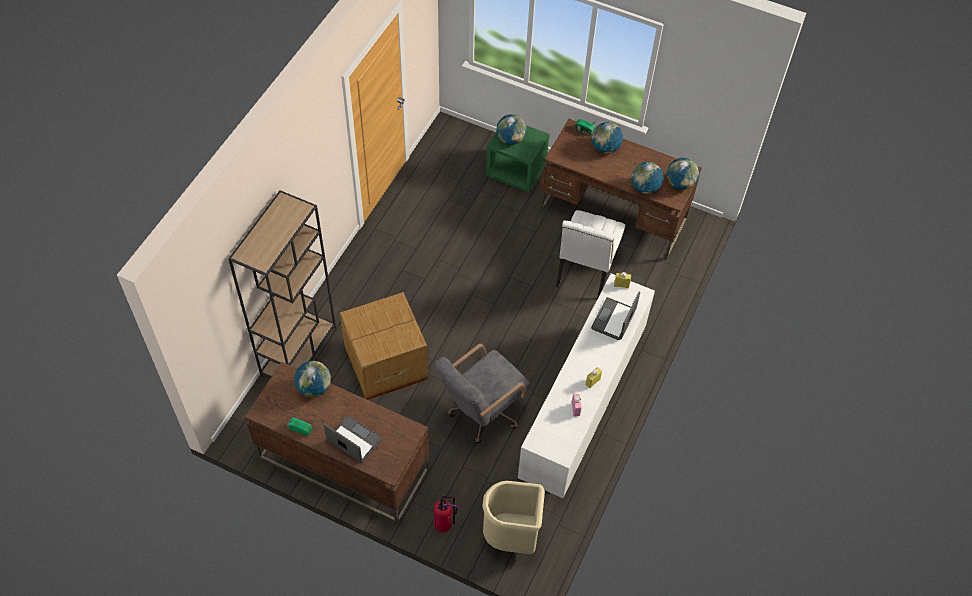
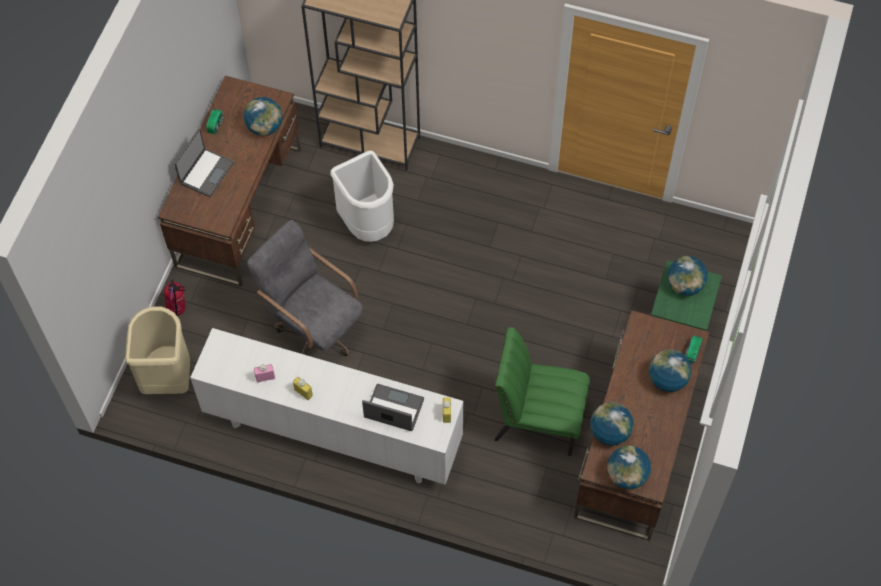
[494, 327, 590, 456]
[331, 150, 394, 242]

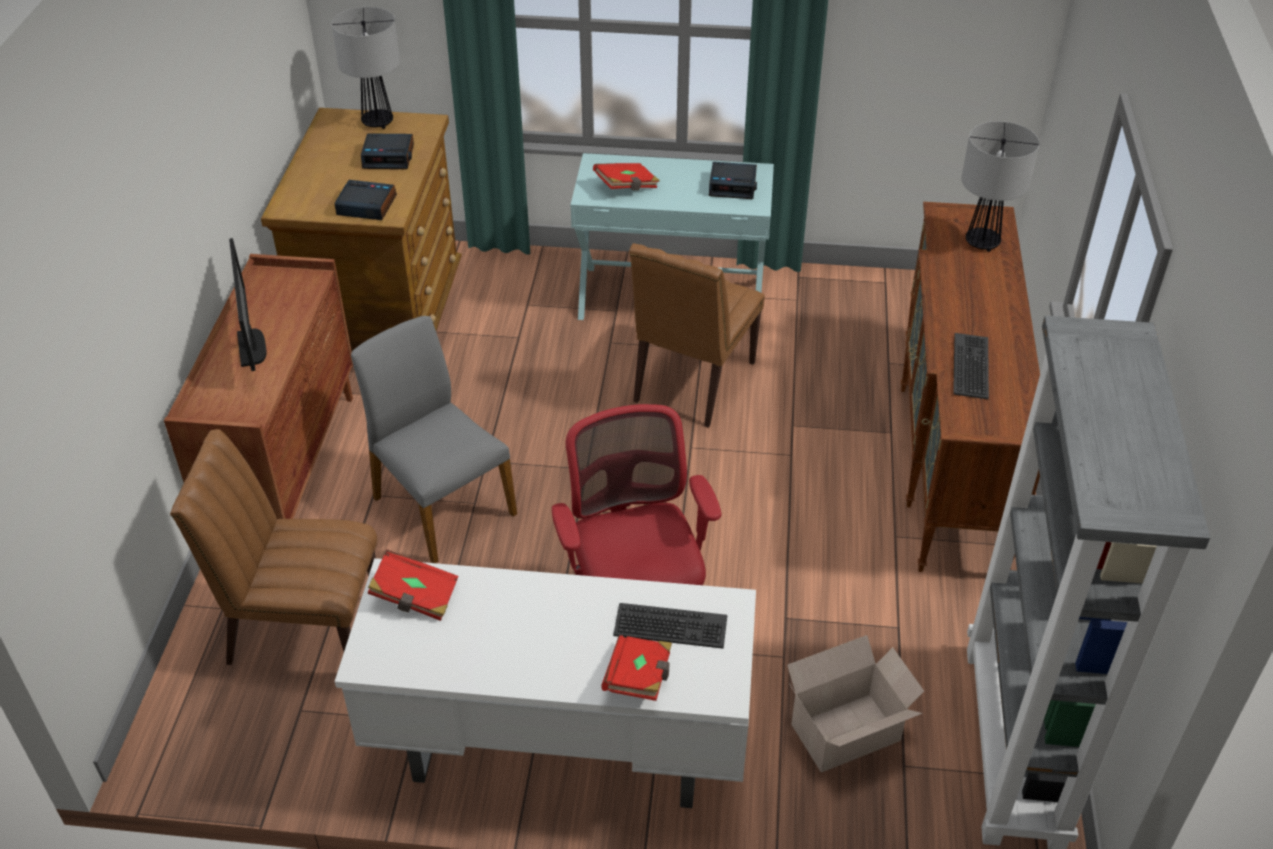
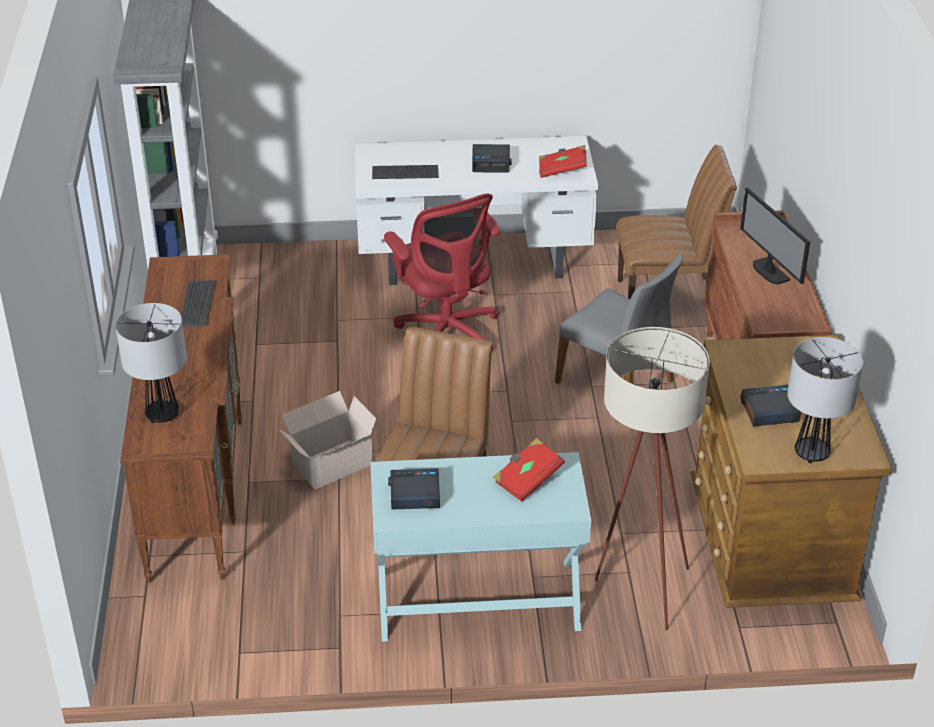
[472, 144, 512, 173]
[601, 635, 672, 701] (first image)
[279, 391, 378, 489]
[595, 327, 710, 630]

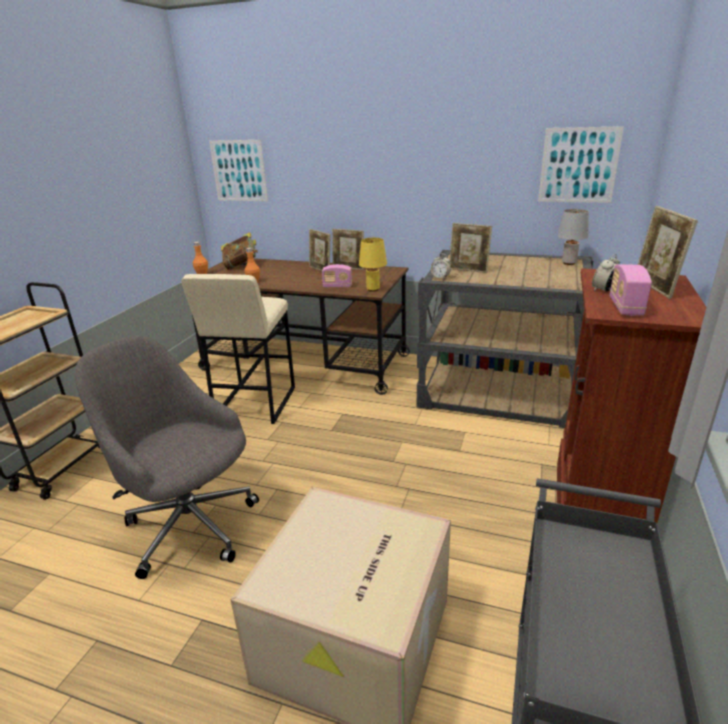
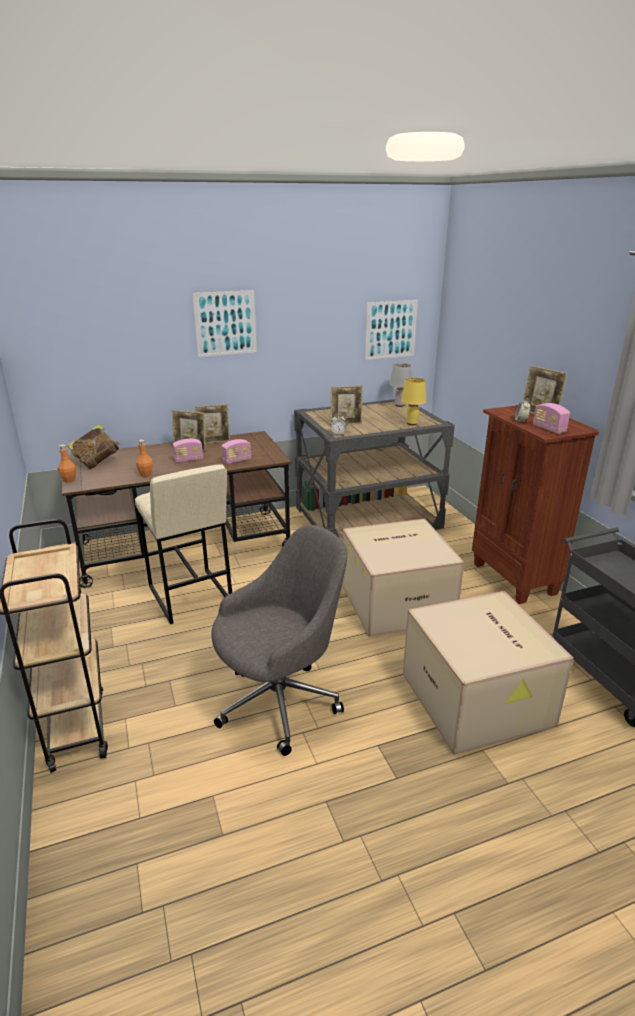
[192, 290, 257, 357]
[401, 378, 426, 425]
[211, 525, 347, 756]
[173, 439, 203, 462]
[342, 519, 464, 637]

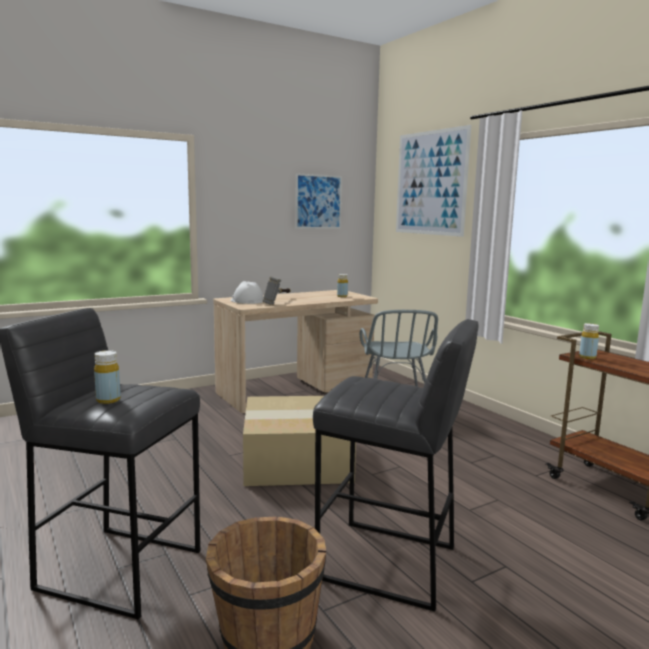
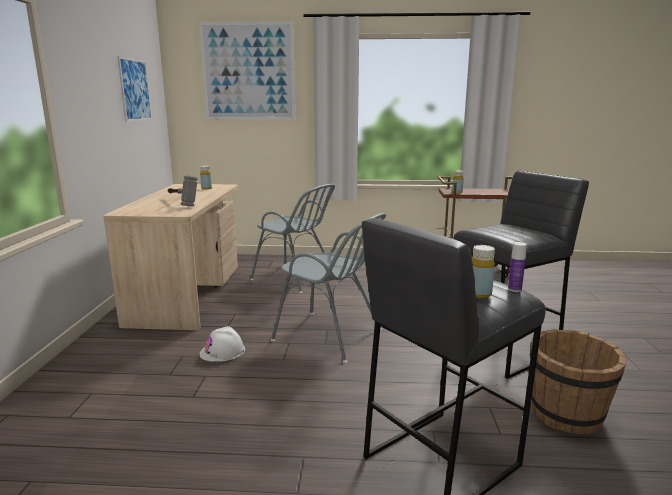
[200, 326, 245, 362]
[270, 213, 386, 363]
[508, 242, 527, 292]

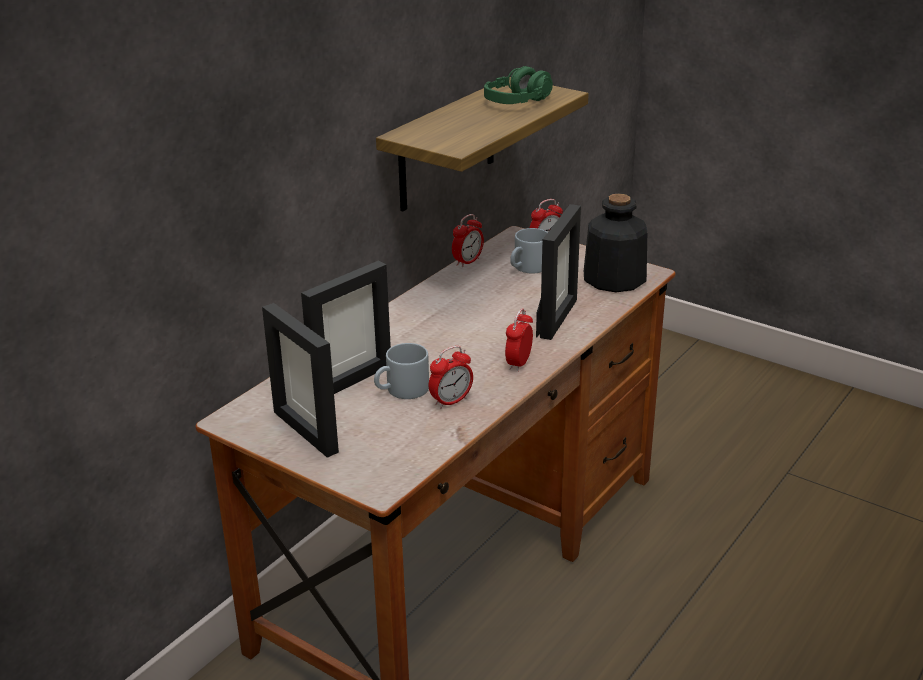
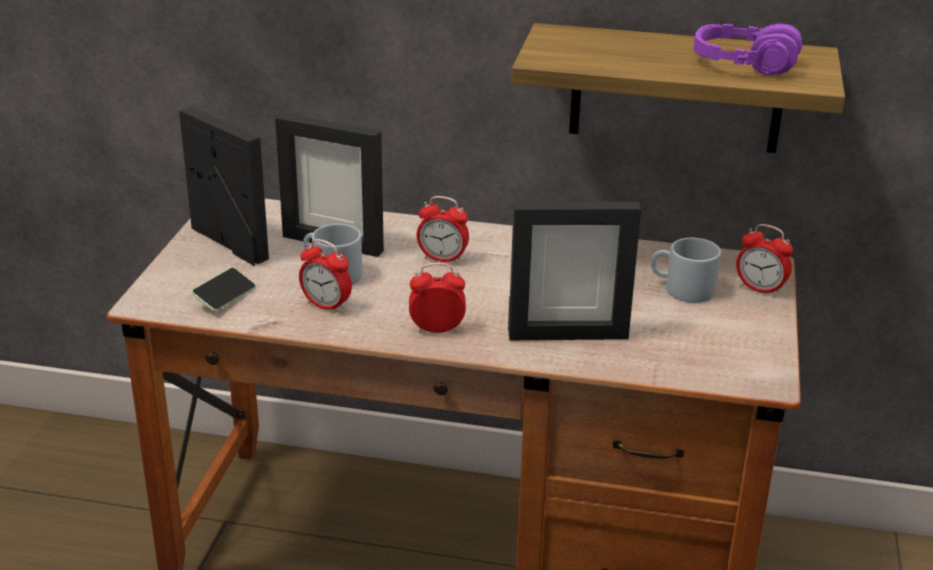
[694, 23, 802, 75]
[584, 194, 647, 292] (first image)
[417, 196, 469, 264]
[179, 107, 269, 266]
[191, 267, 256, 311]

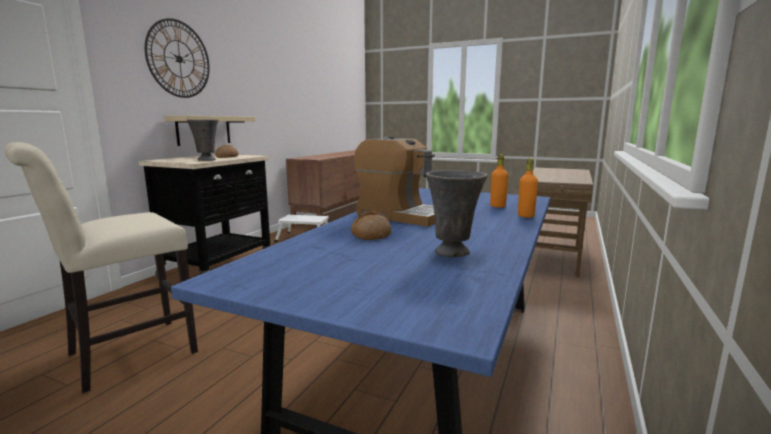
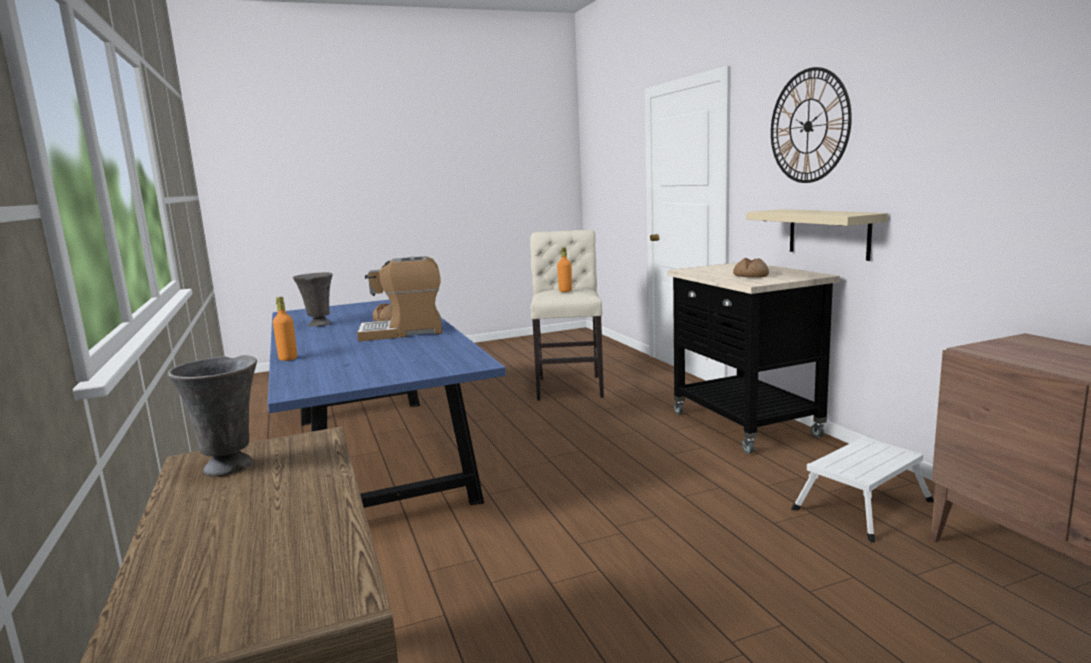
[168, 355, 257, 476]
[557, 247, 572, 292]

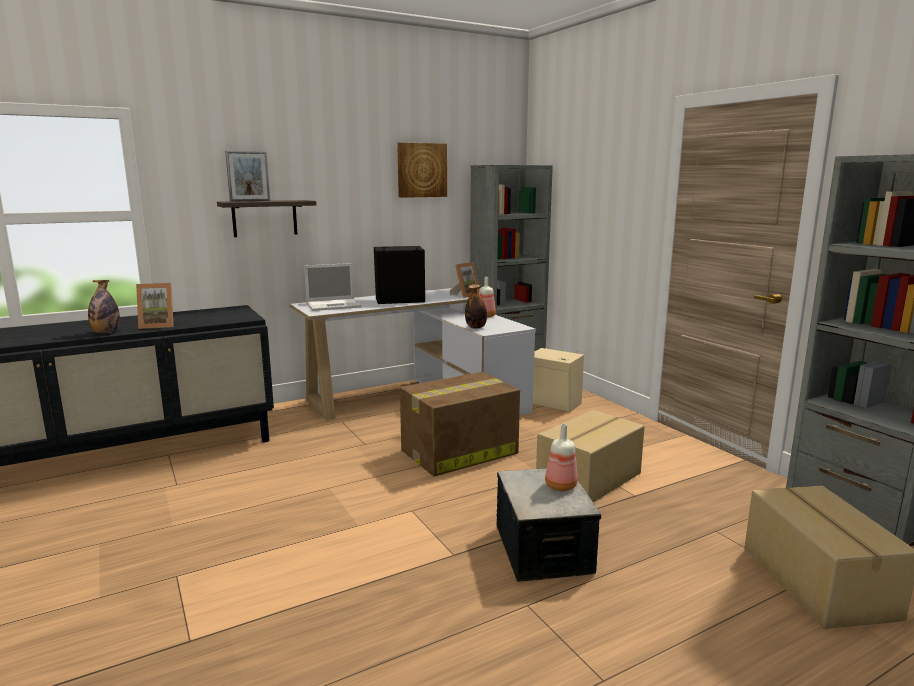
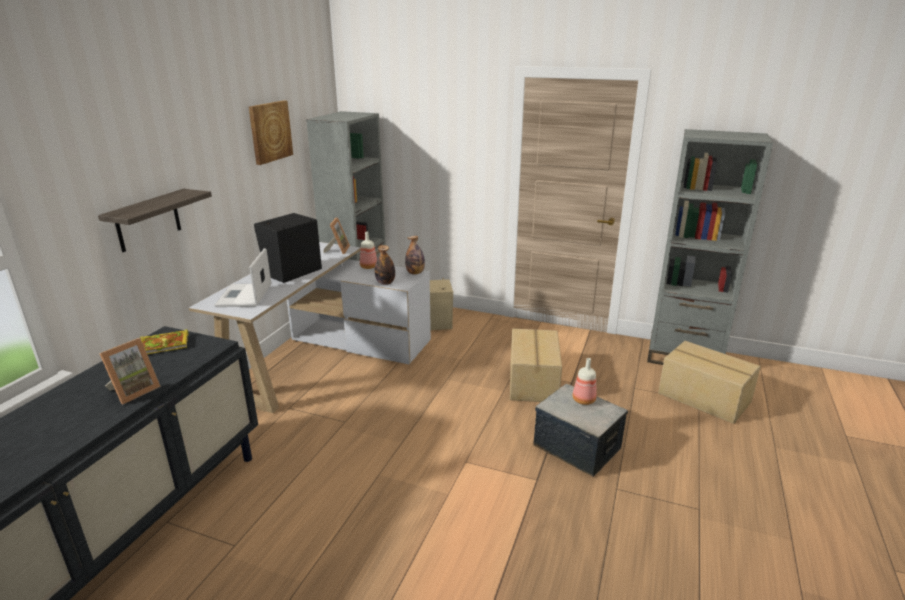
[225, 151, 270, 202] (first image)
[214, 248, 271, 307]
[405, 236, 425, 275]
[400, 372, 520, 476] (first image)
[140, 329, 188, 354]

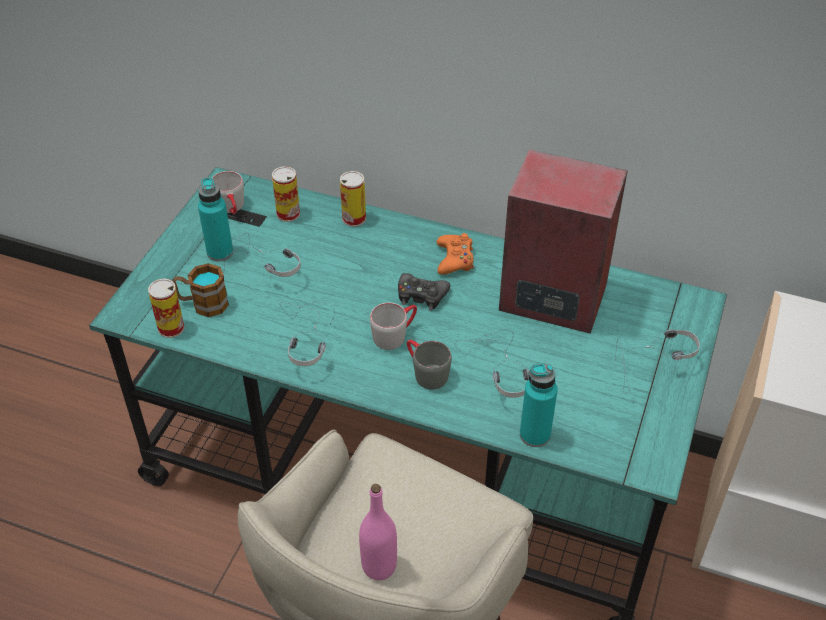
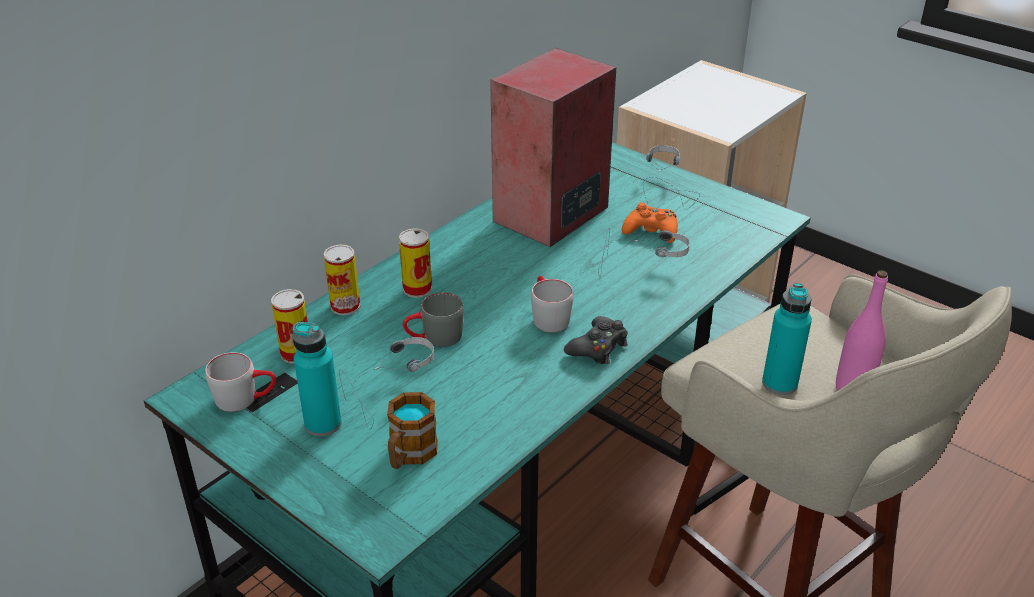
[622, 202, 678, 243]
[564, 316, 628, 364]
[399, 228, 432, 298]
[280, 302, 335, 366] (first image)
[403, 292, 464, 347]
[762, 283, 812, 395]

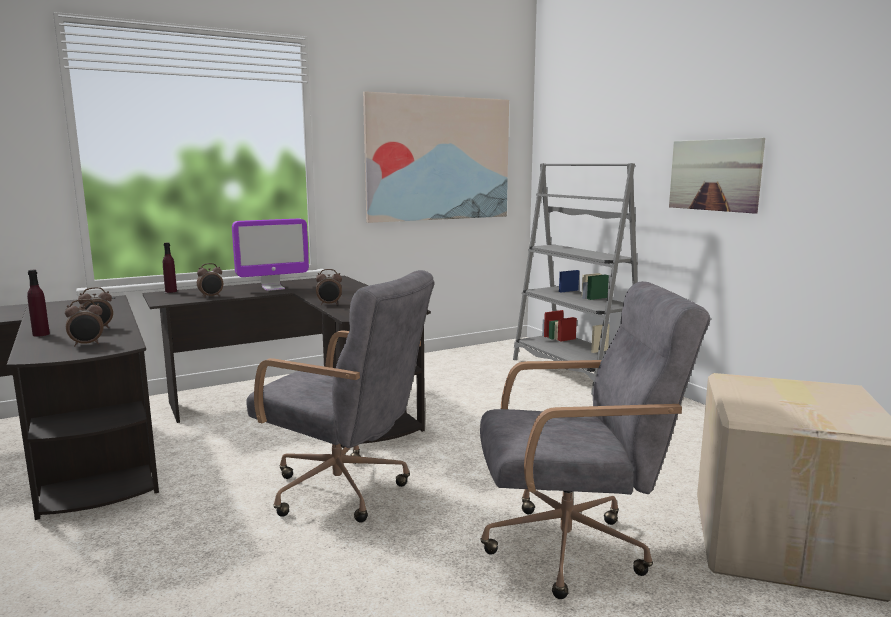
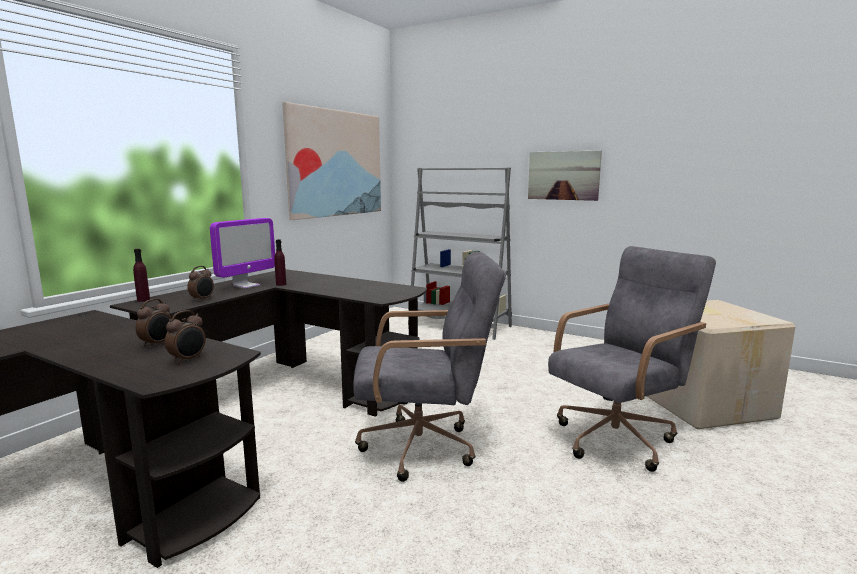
[316, 269, 342, 305] (first image)
[274, 239, 286, 286]

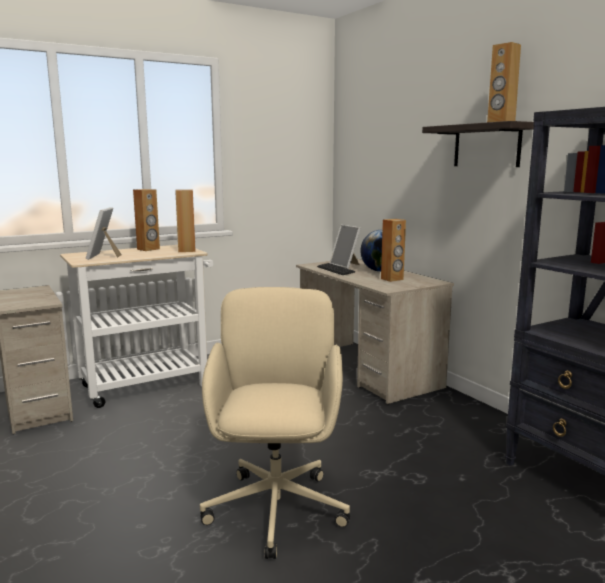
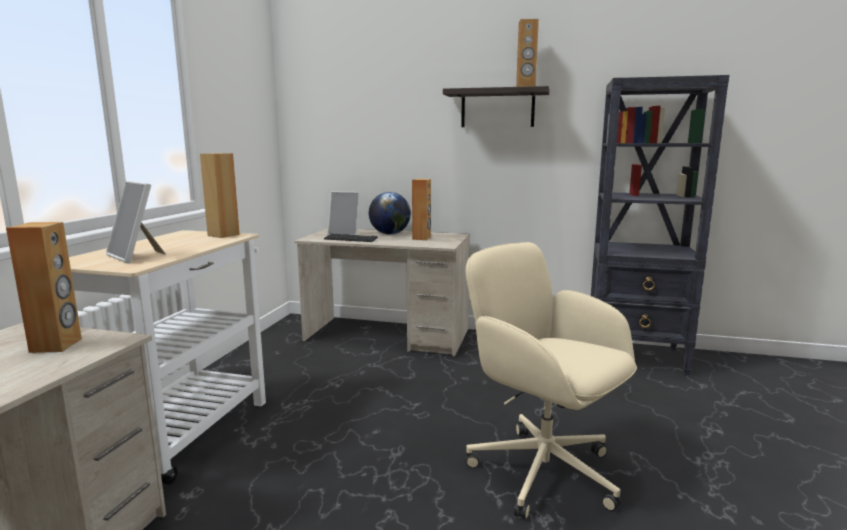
[6, 222, 82, 353]

